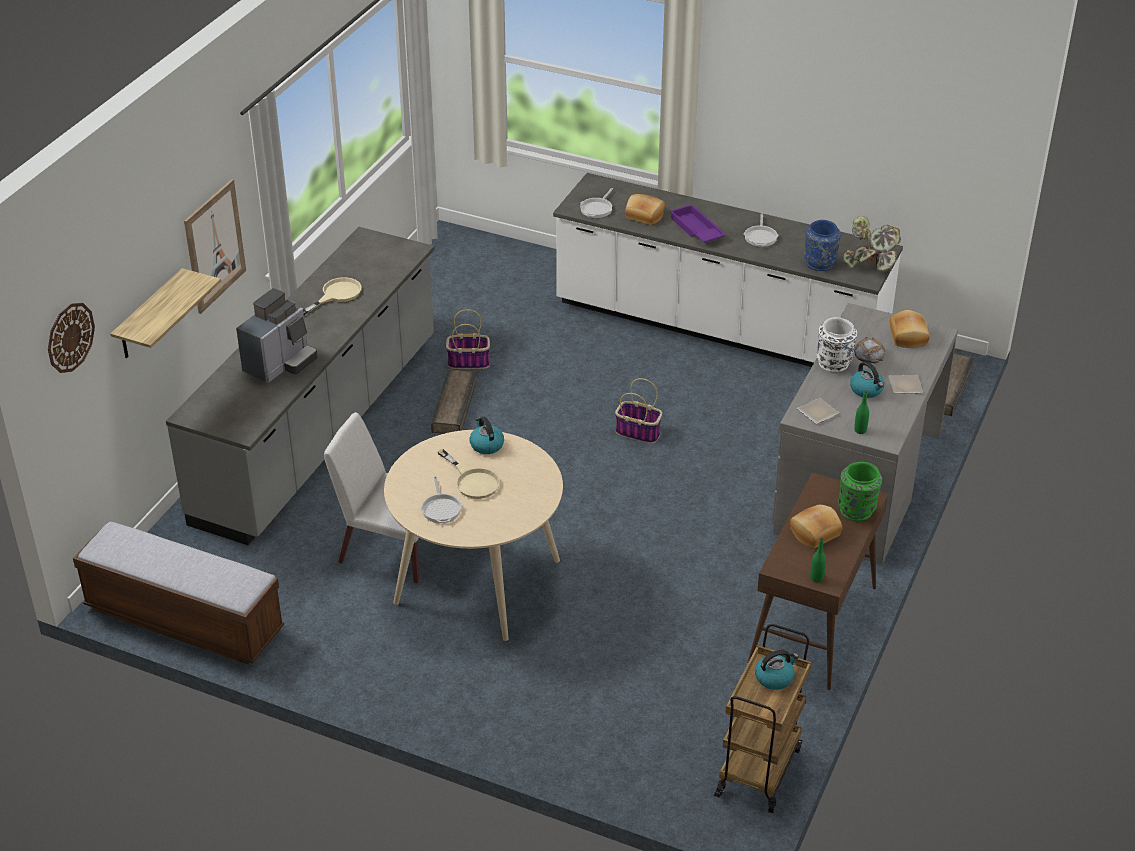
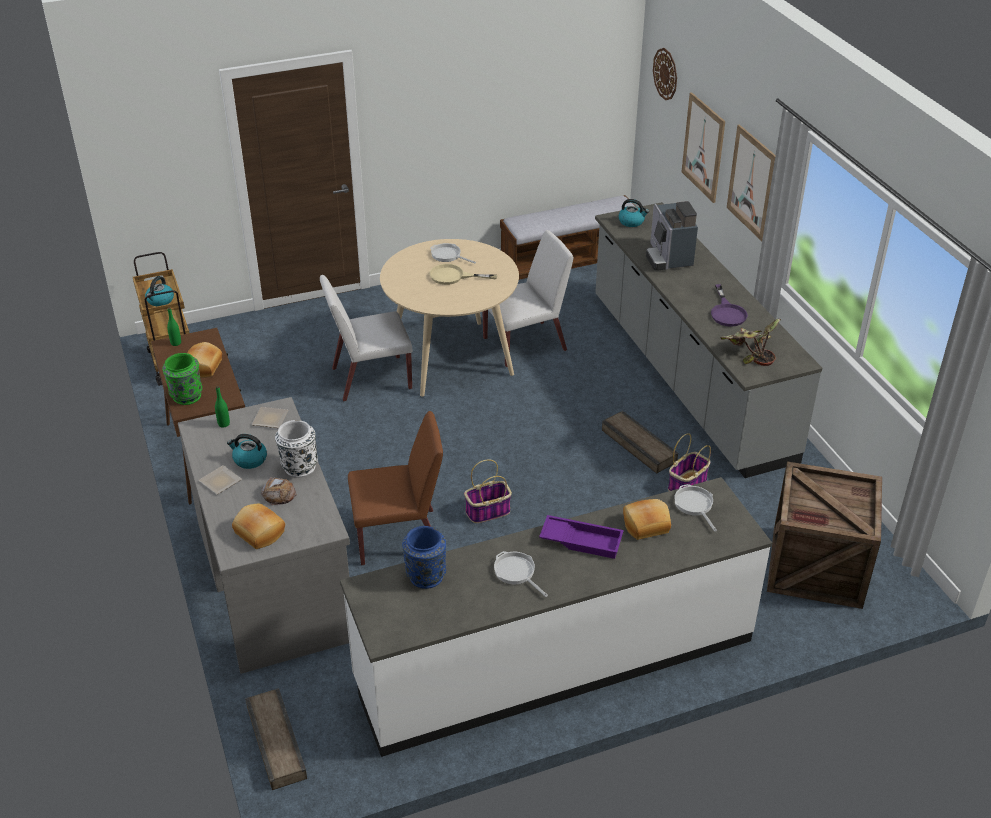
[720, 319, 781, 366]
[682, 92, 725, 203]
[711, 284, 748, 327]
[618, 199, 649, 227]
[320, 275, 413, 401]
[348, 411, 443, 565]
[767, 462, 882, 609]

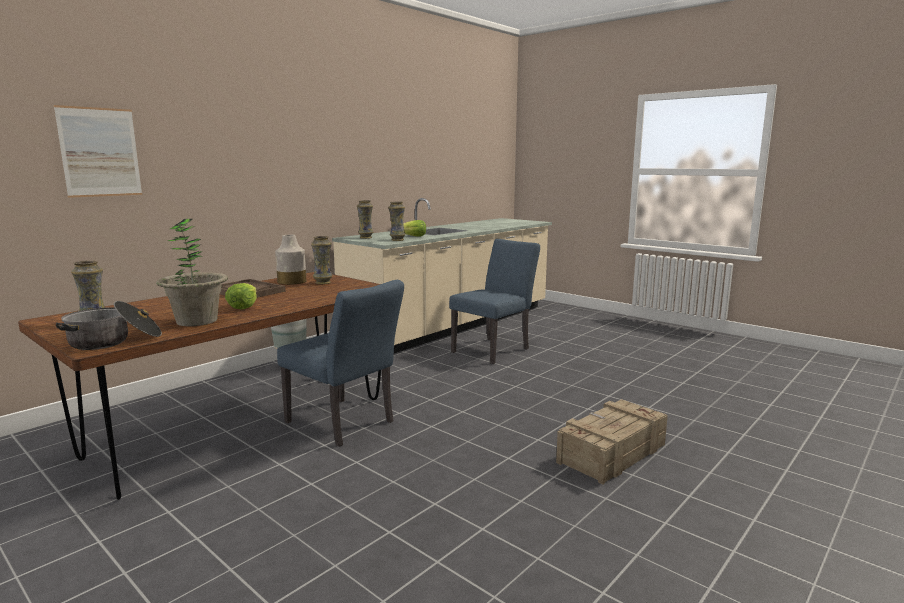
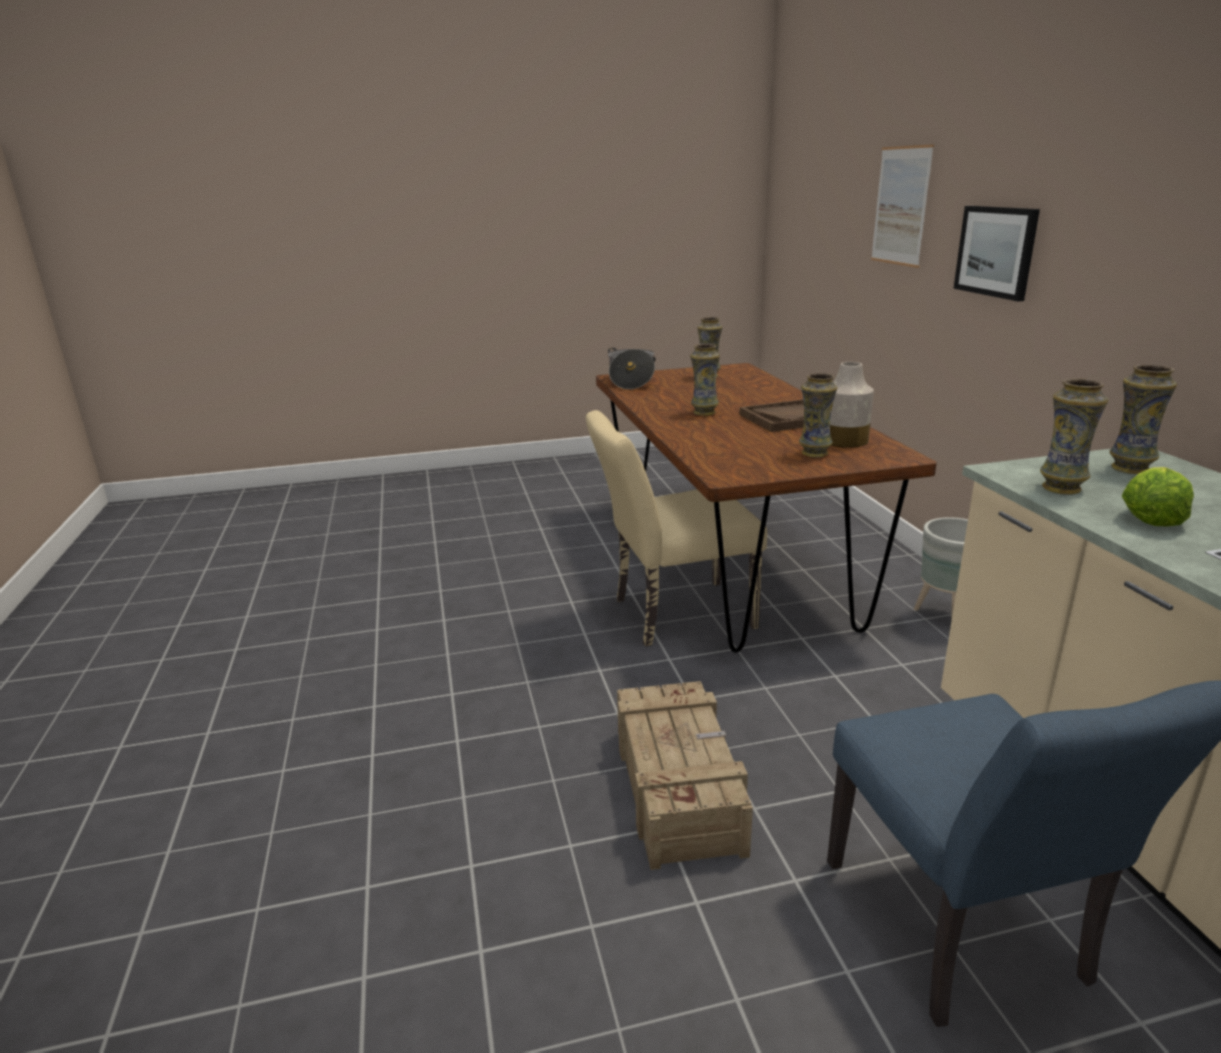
[156, 219, 228, 326] (first image)
[586, 410, 767, 647]
[690, 344, 720, 416]
[617, 681, 753, 870]
[953, 206, 1040, 301]

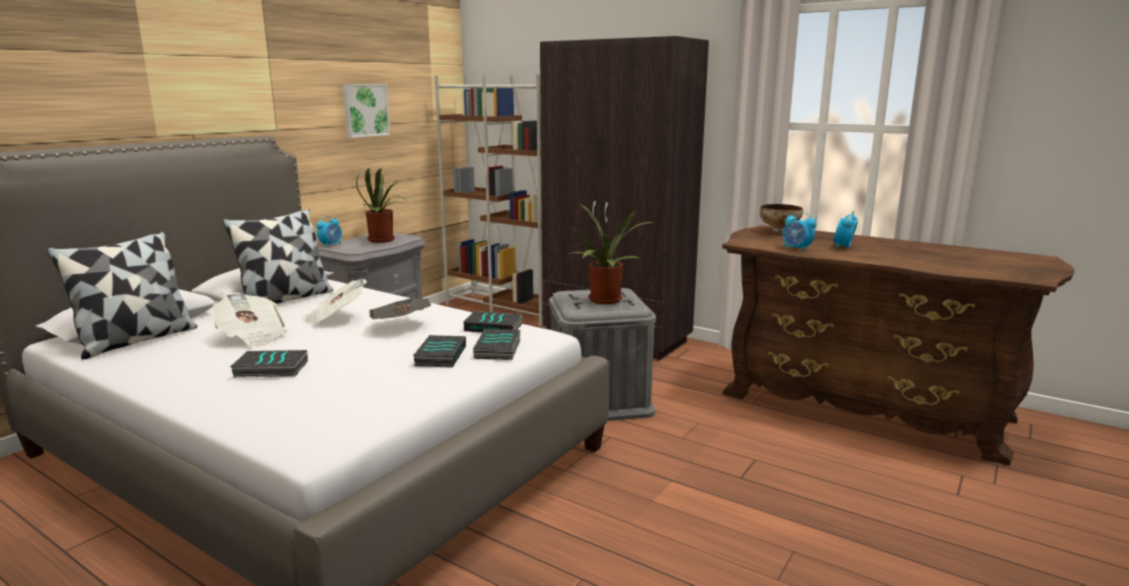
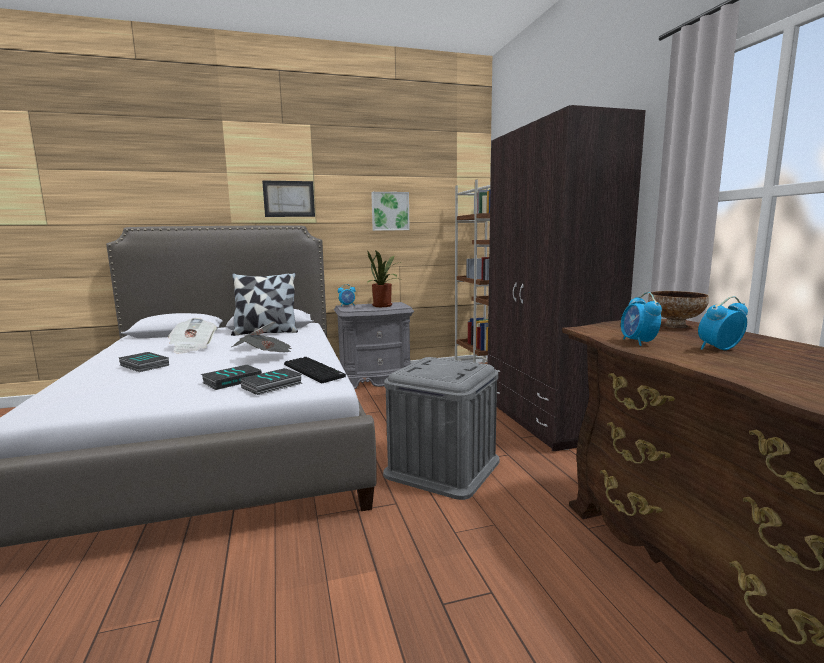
[568, 204, 653, 304] (first image)
[46, 231, 197, 359] (first image)
[284, 357, 346, 383]
[262, 180, 315, 217]

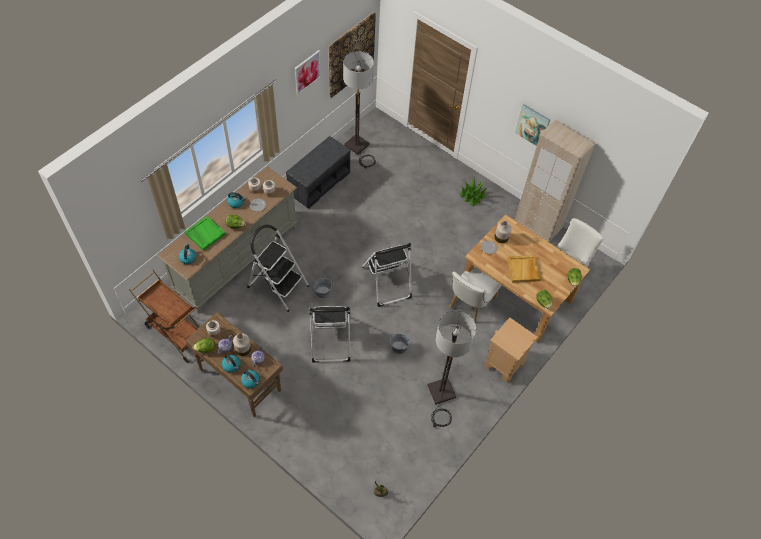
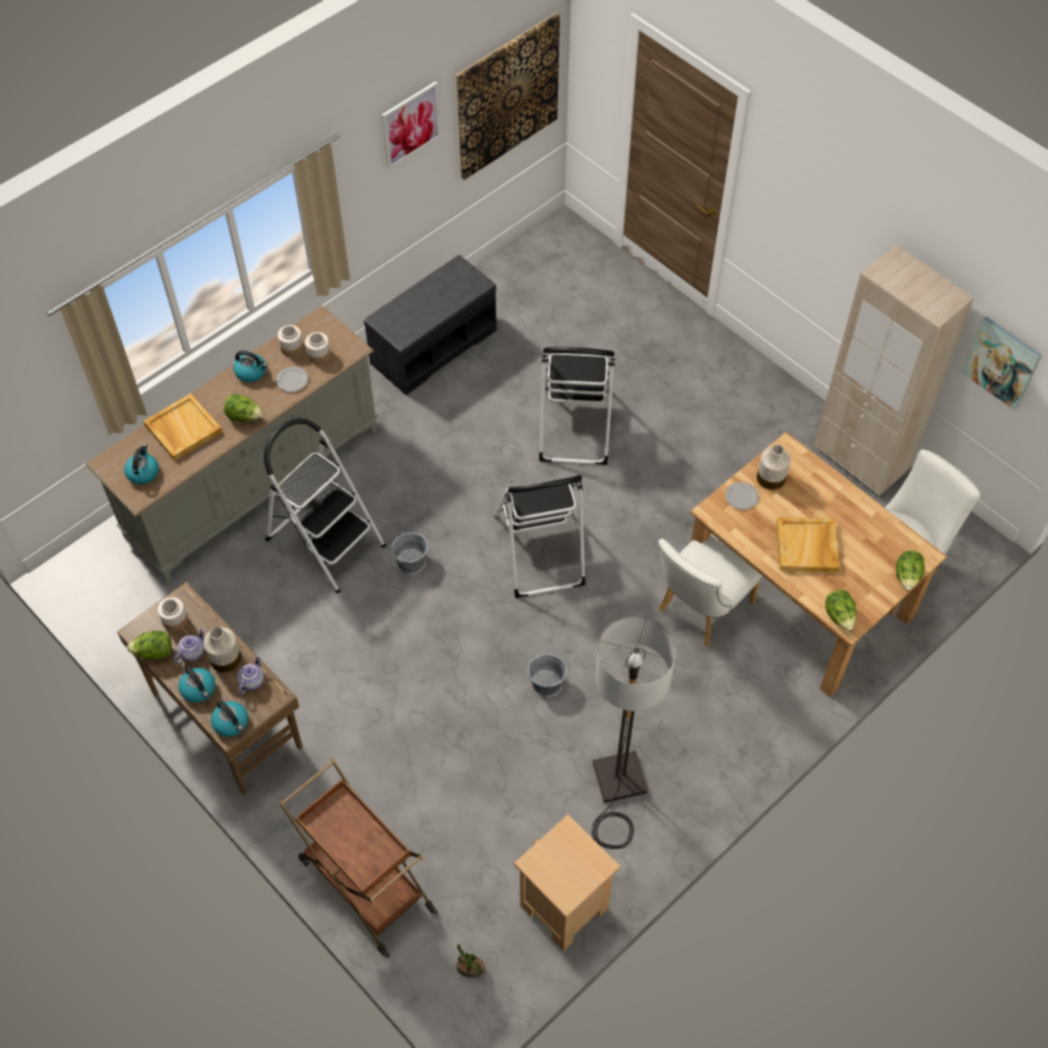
[343, 51, 376, 169] (first image)
[962, 316, 1042, 410]
[459, 176, 488, 207] (first image)
[143, 393, 222, 461]
[277, 757, 439, 958]
[539, 347, 615, 465]
[514, 815, 620, 951]

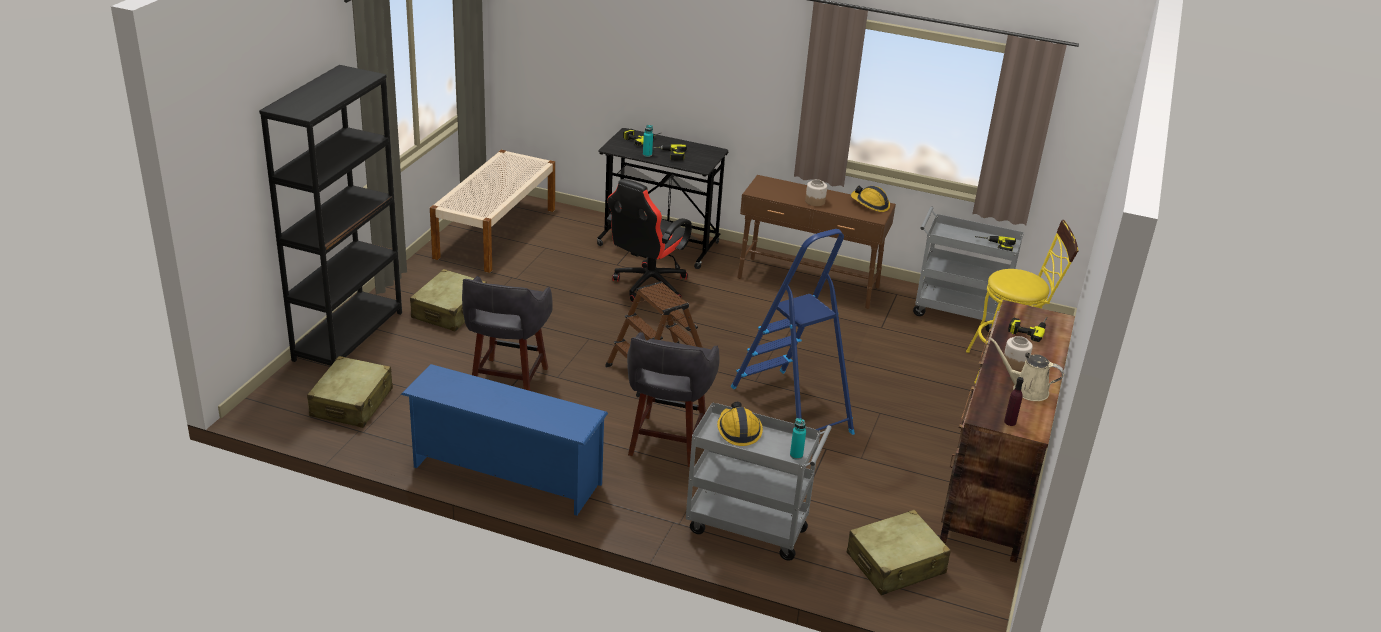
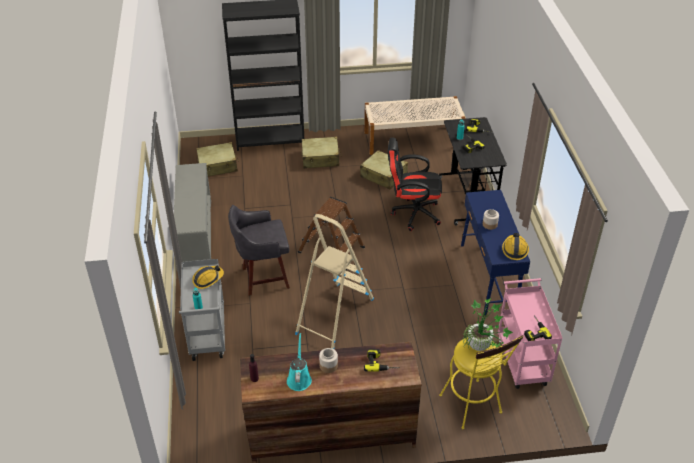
[461, 190, 530, 315]
[498, 278, 562, 389]
[295, 214, 374, 349]
[462, 276, 553, 391] (first image)
[287, 333, 312, 391]
[174, 163, 211, 262]
[360, 150, 408, 189]
[462, 297, 513, 352]

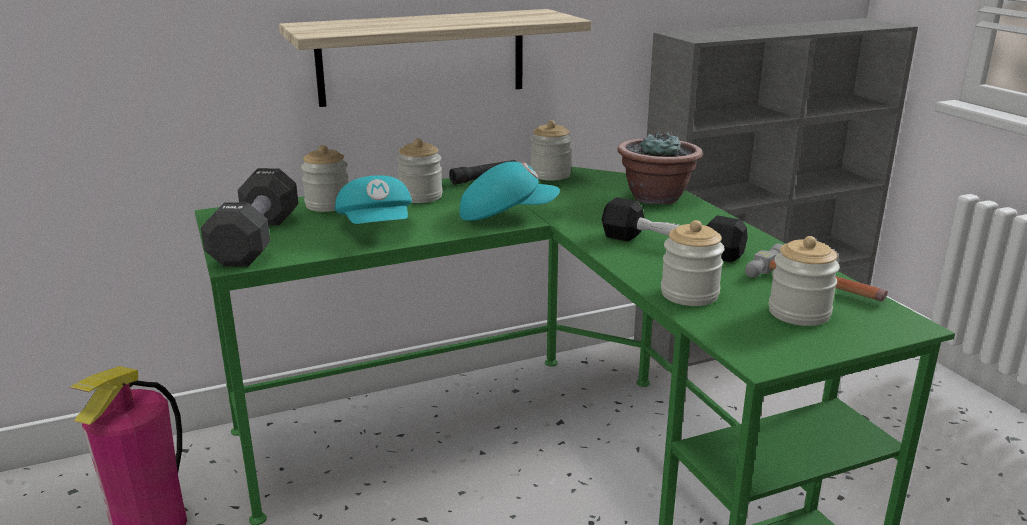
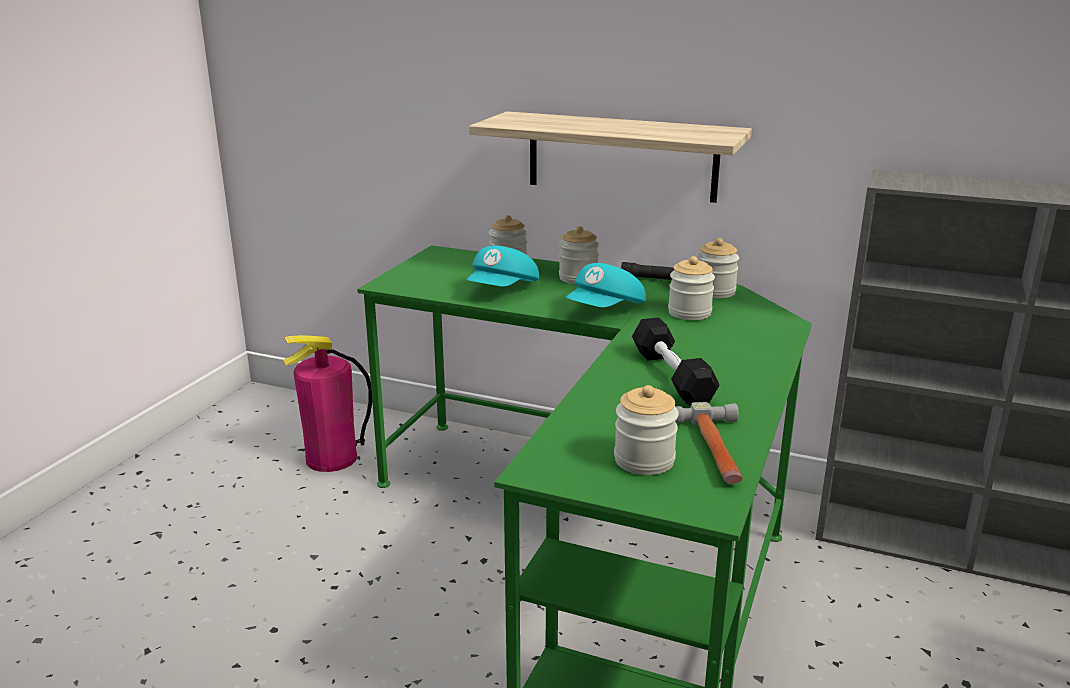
[618, 130, 703, 204] (first image)
[566, 263, 646, 307]
[201, 168, 298, 267] (first image)
[668, 256, 715, 320]

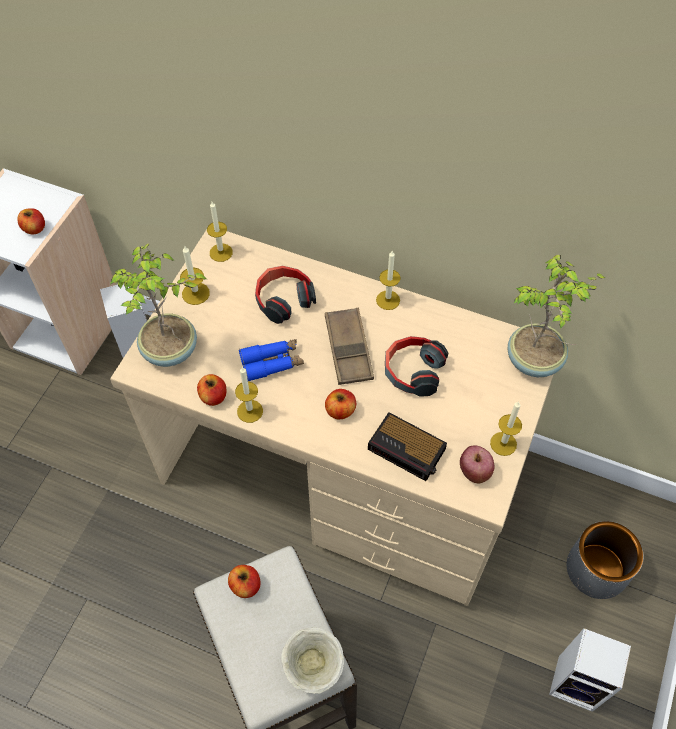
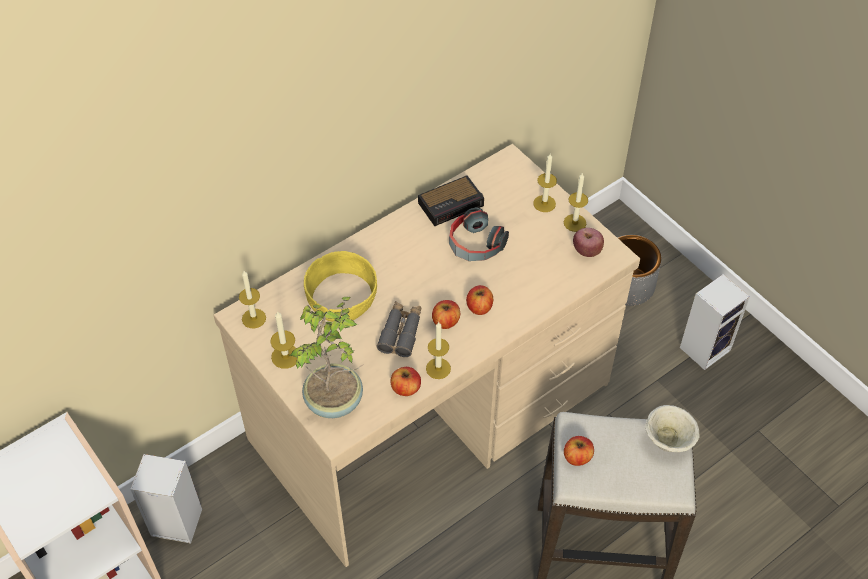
[432, 300, 460, 329]
[533, 154, 557, 212]
[508, 254, 605, 377] (first image)
[304, 251, 377, 322]
[325, 308, 374, 385] (first image)
[377, 301, 422, 357]
[418, 176, 484, 226]

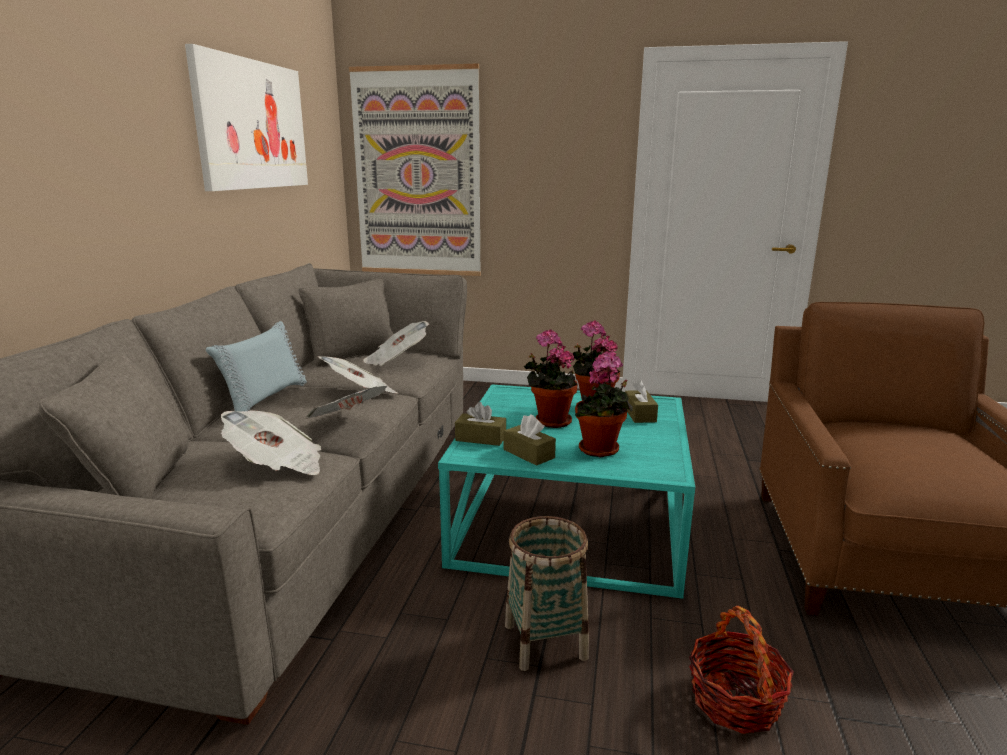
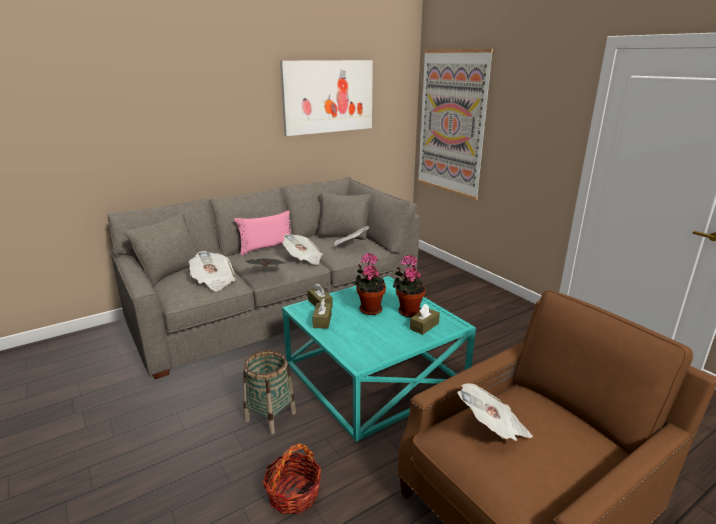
[234, 211, 292, 255]
[575, 351, 633, 457] (first image)
[457, 383, 533, 441]

